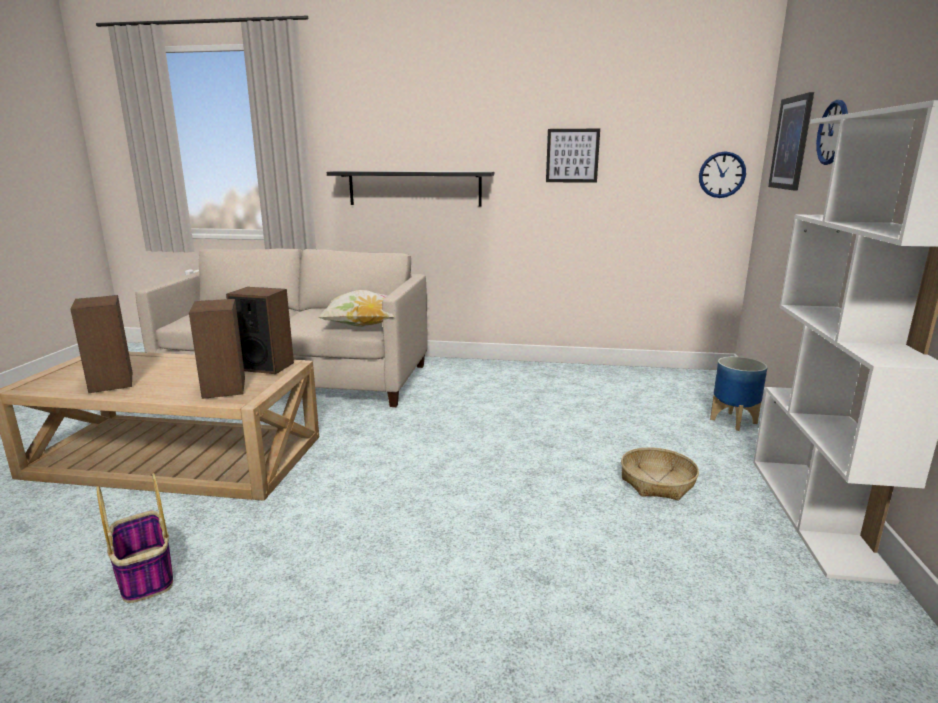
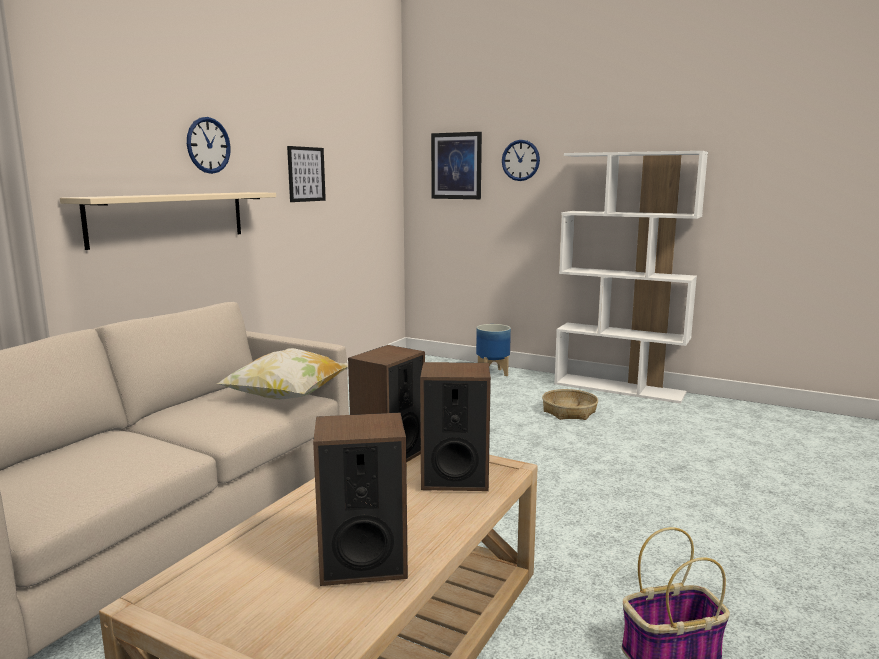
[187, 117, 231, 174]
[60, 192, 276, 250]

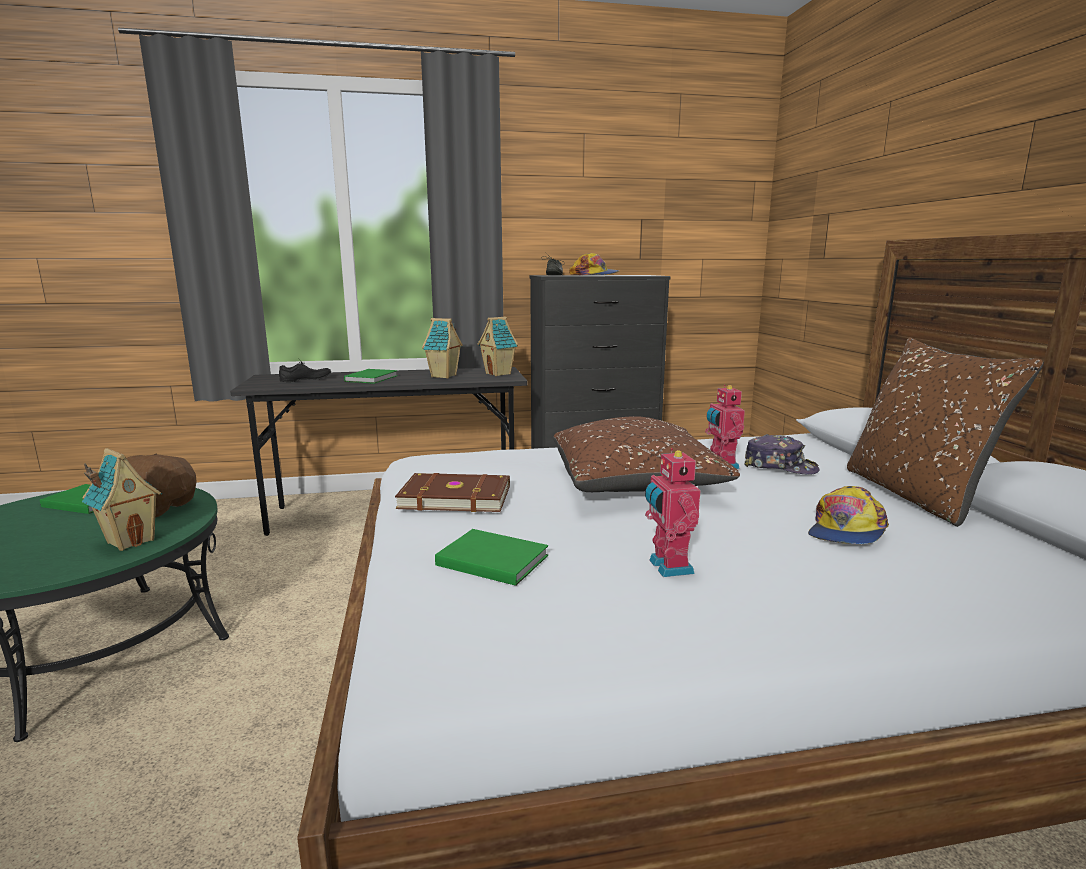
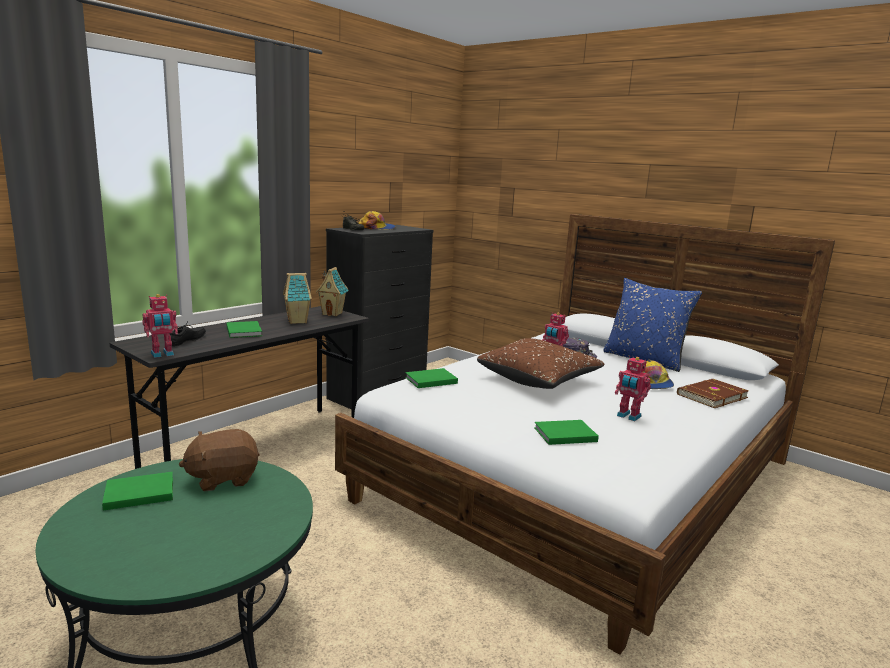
[603, 278, 702, 372]
[82, 448, 162, 551] (first image)
[677, 379, 749, 408]
[142, 294, 178, 358]
[405, 368, 458, 388]

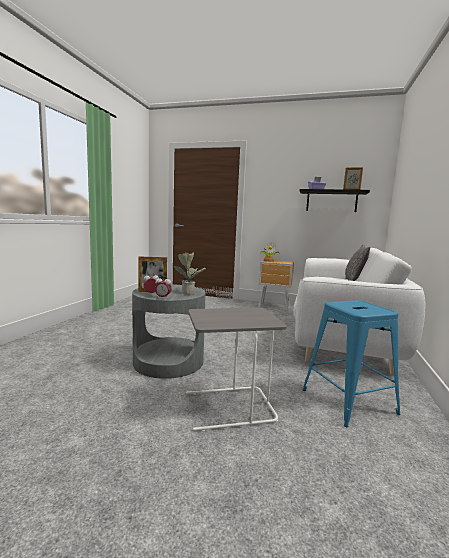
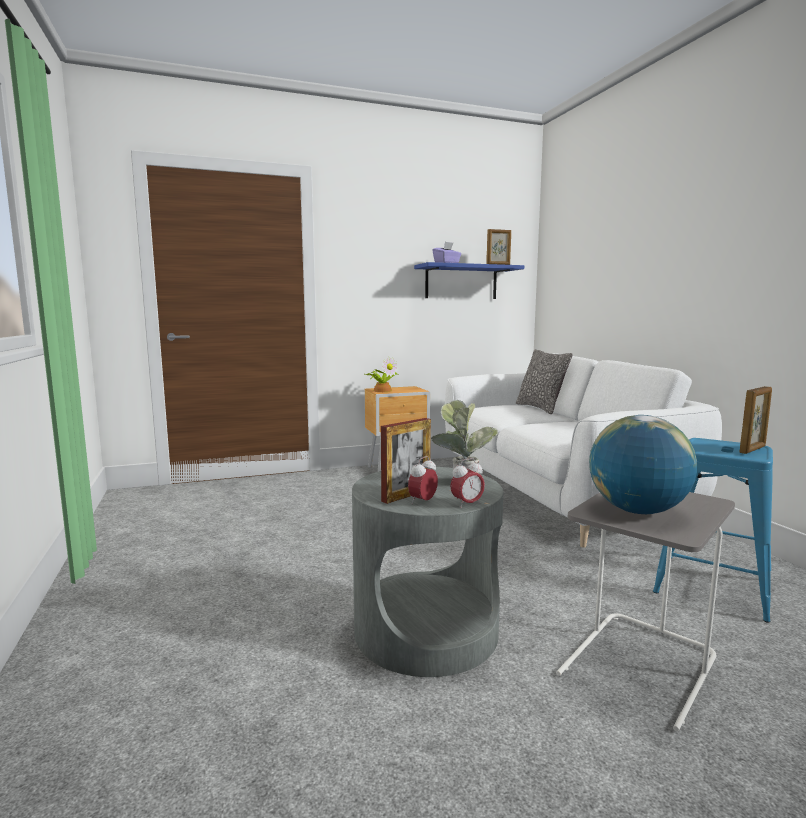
[414, 262, 524, 299]
[739, 386, 772, 454]
[589, 415, 697, 514]

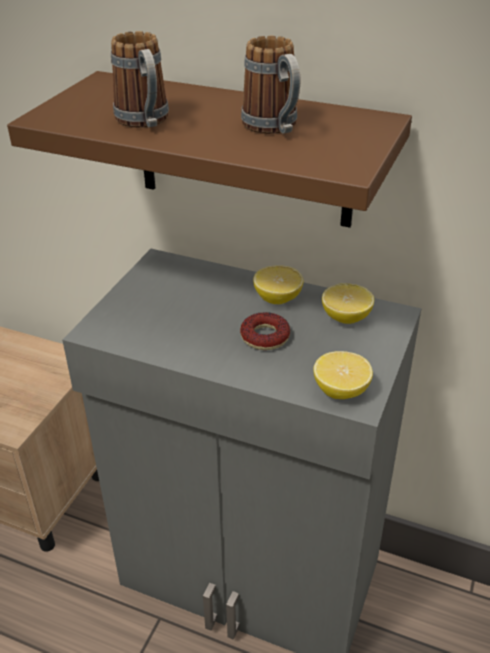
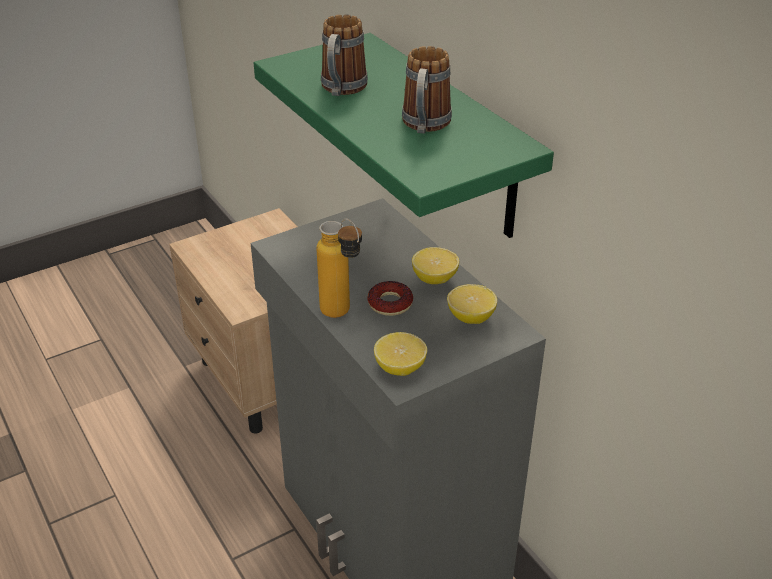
[254, 33, 554, 238]
[316, 218, 362, 318]

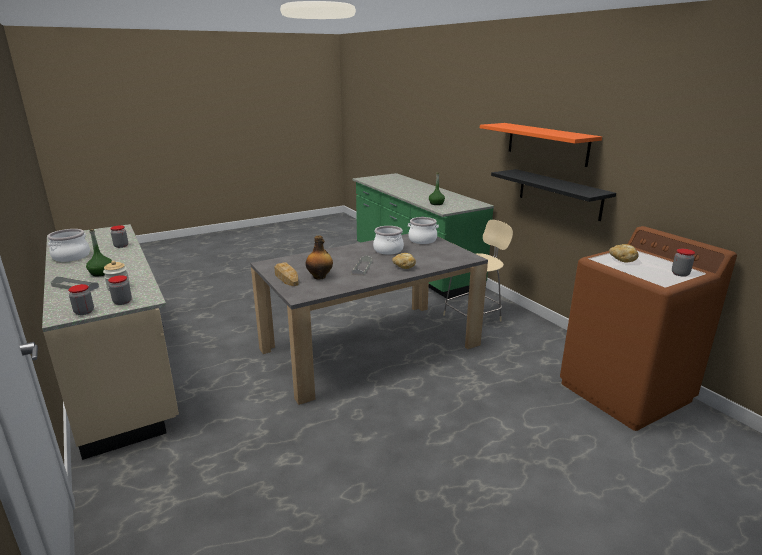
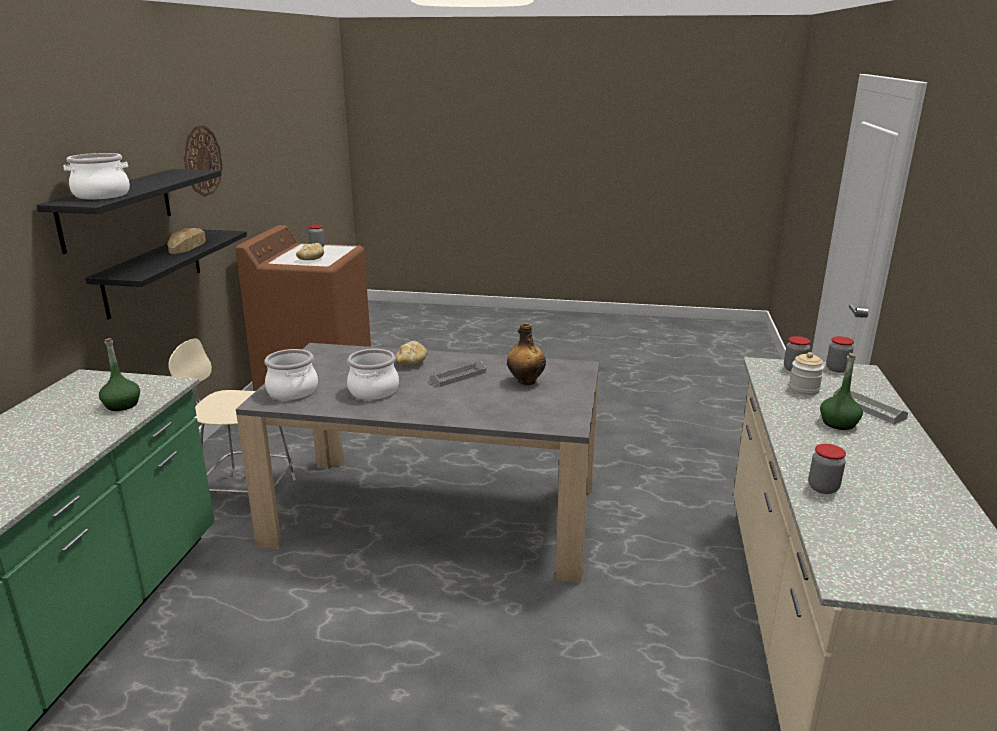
[36, 169, 221, 254]
[63, 153, 130, 199]
[167, 228, 206, 254]
[184, 125, 223, 197]

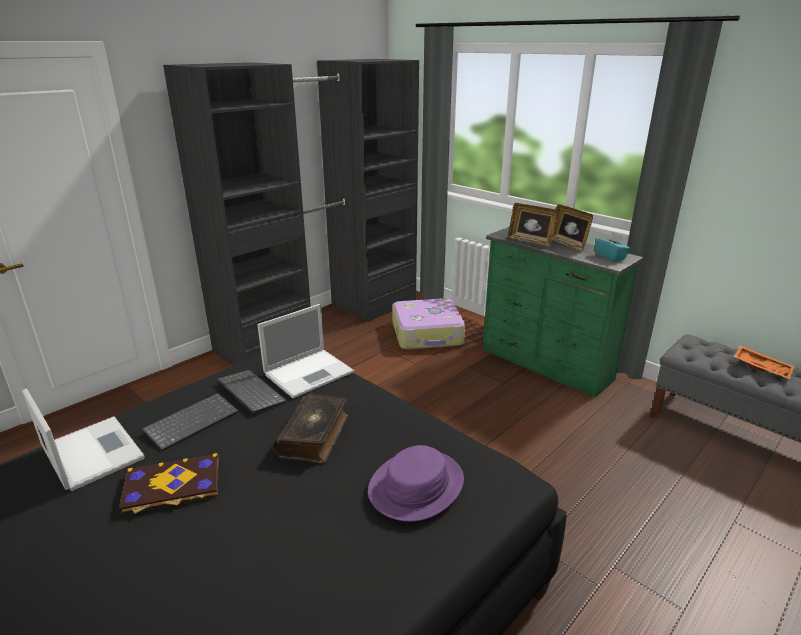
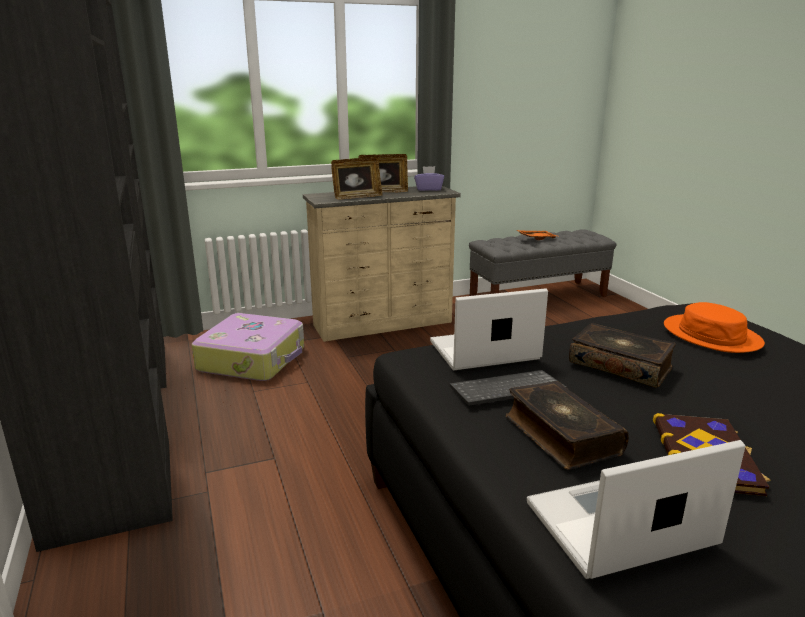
[303, 186, 461, 342]
[414, 166, 444, 191]
[430, 288, 548, 371]
[506, 381, 629, 470]
[664, 302, 765, 353]

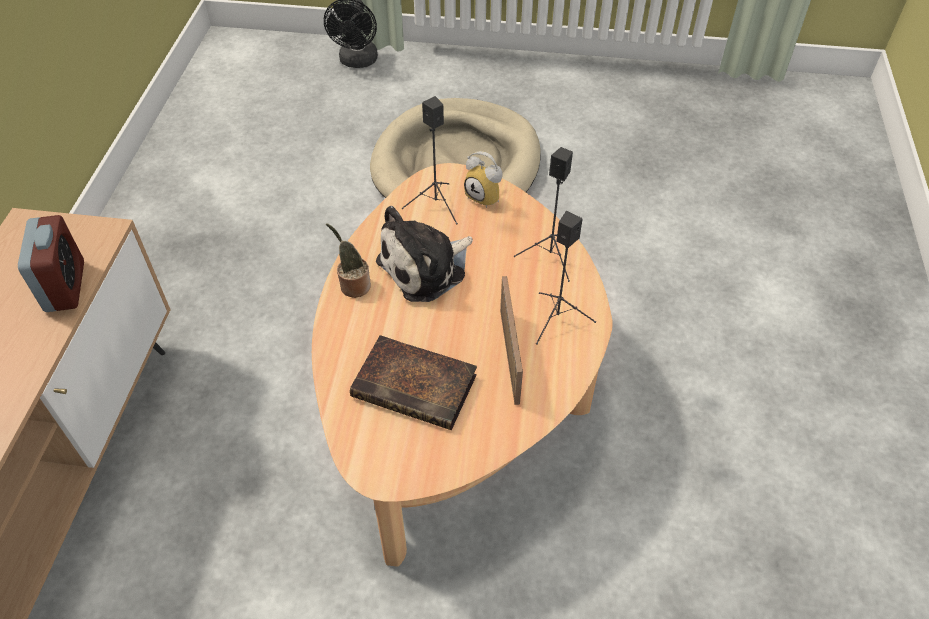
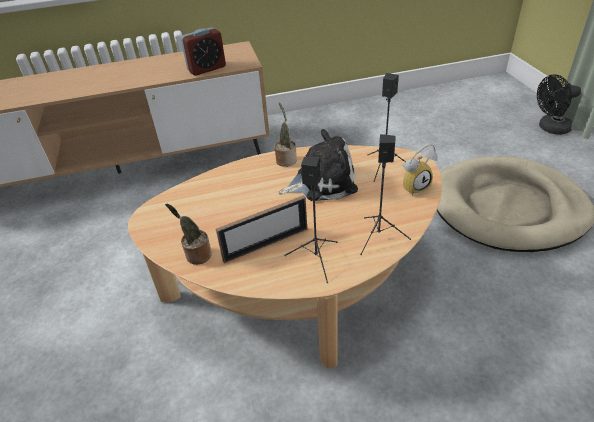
[401, 143, 438, 196]
[279, 129, 358, 201]
[350, 335, 477, 430] (first image)
[165, 203, 212, 265]

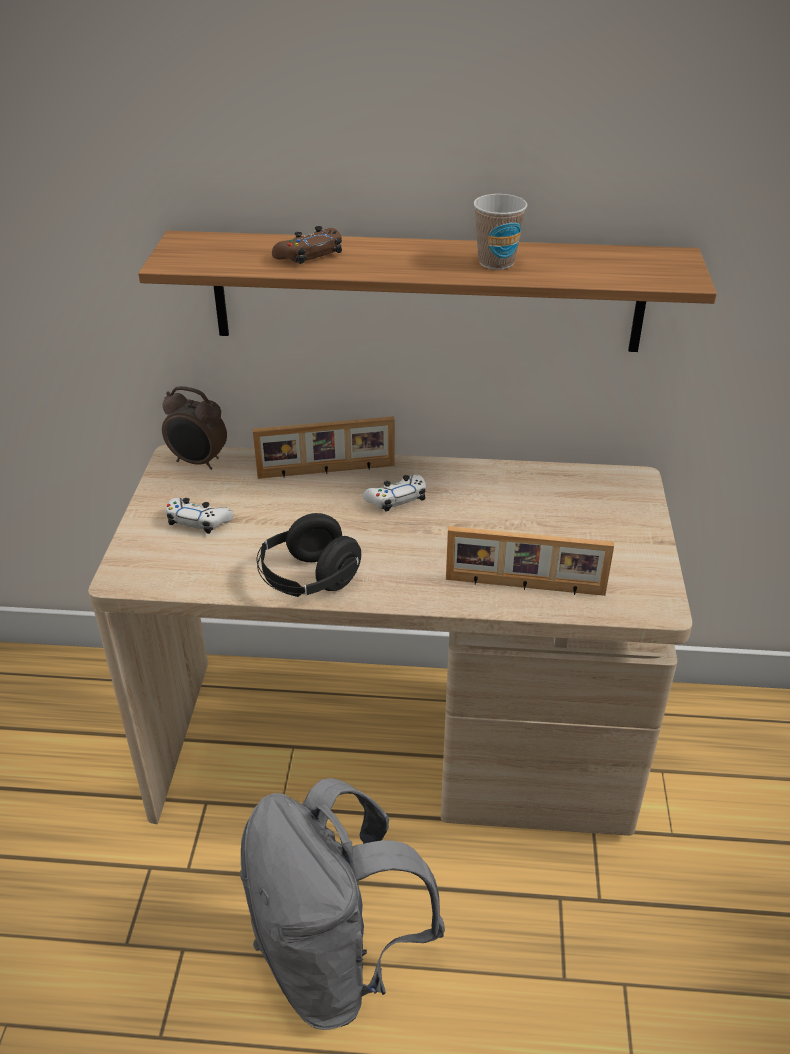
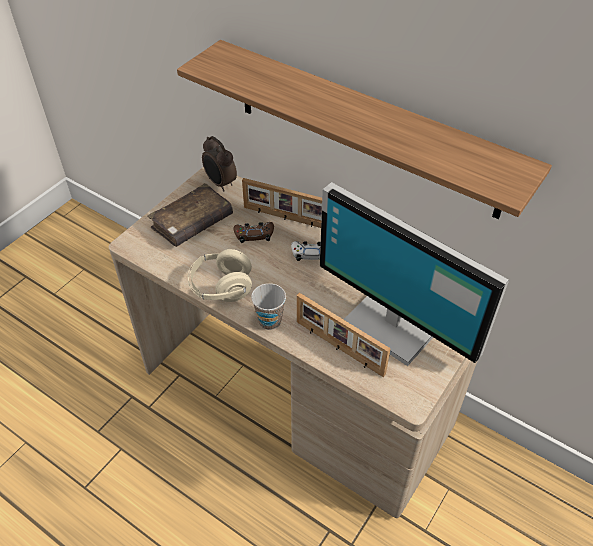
[251, 283, 286, 330]
[233, 222, 274, 243]
[147, 183, 233, 247]
[188, 249, 252, 302]
[240, 778, 445, 1030] (first image)
[320, 182, 509, 366]

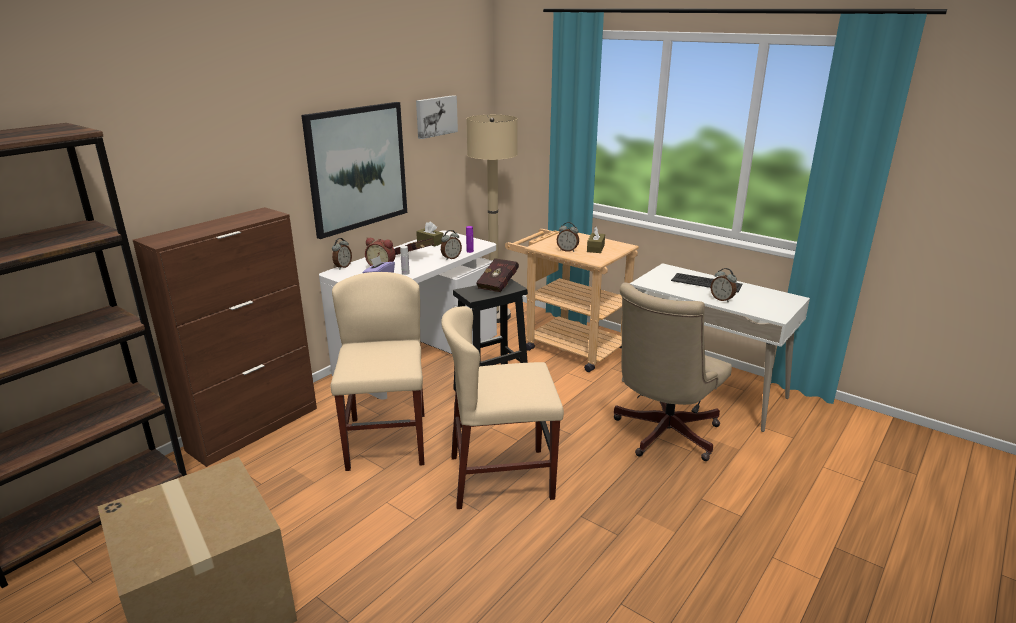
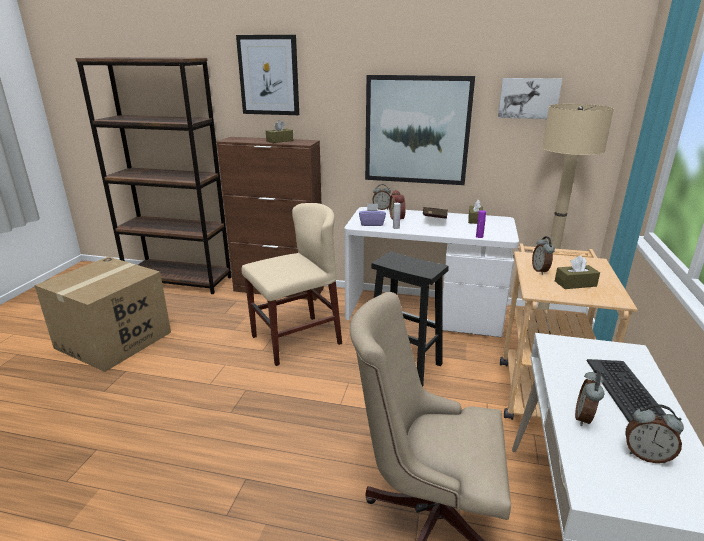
[625, 404, 684, 463]
[476, 258, 519, 292] (first image)
[441, 306, 564, 509] (first image)
[236, 35, 299, 115]
[266, 120, 293, 143]

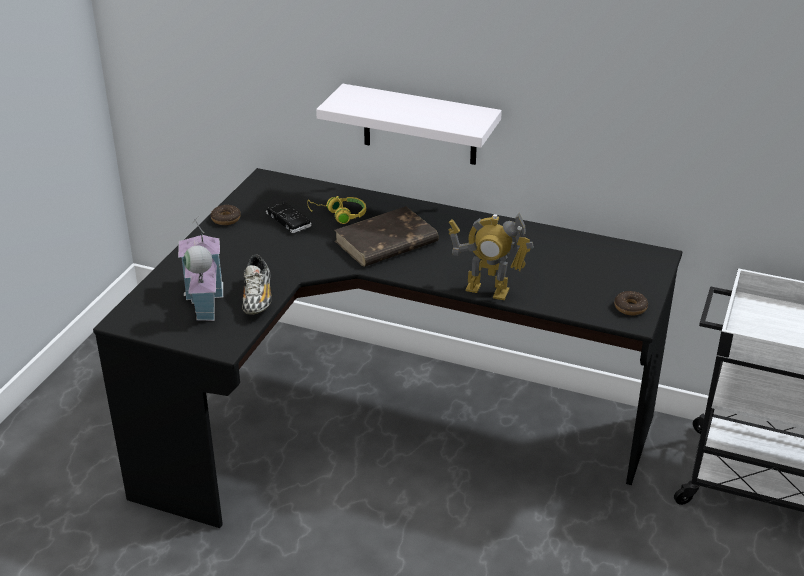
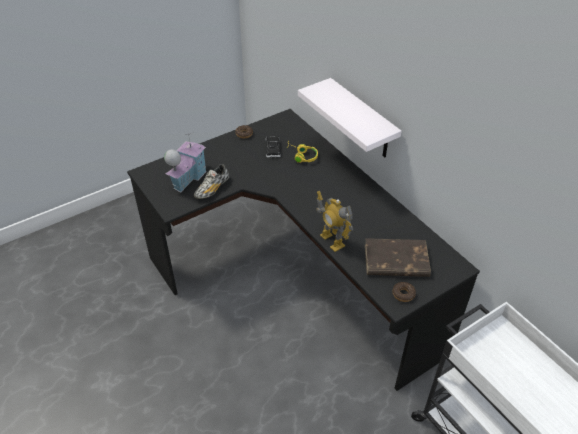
[365, 238, 431, 277]

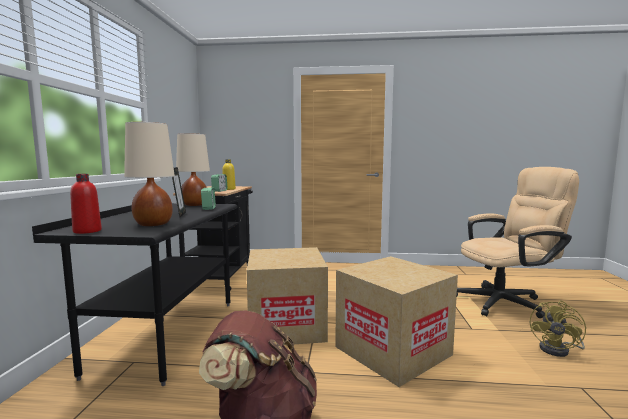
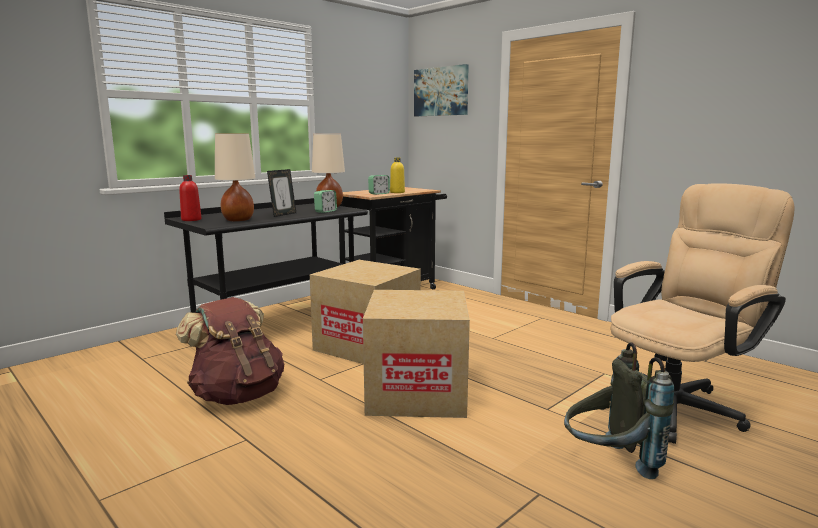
[600, 183, 794, 444]
[564, 342, 674, 479]
[414, 64, 469, 116]

